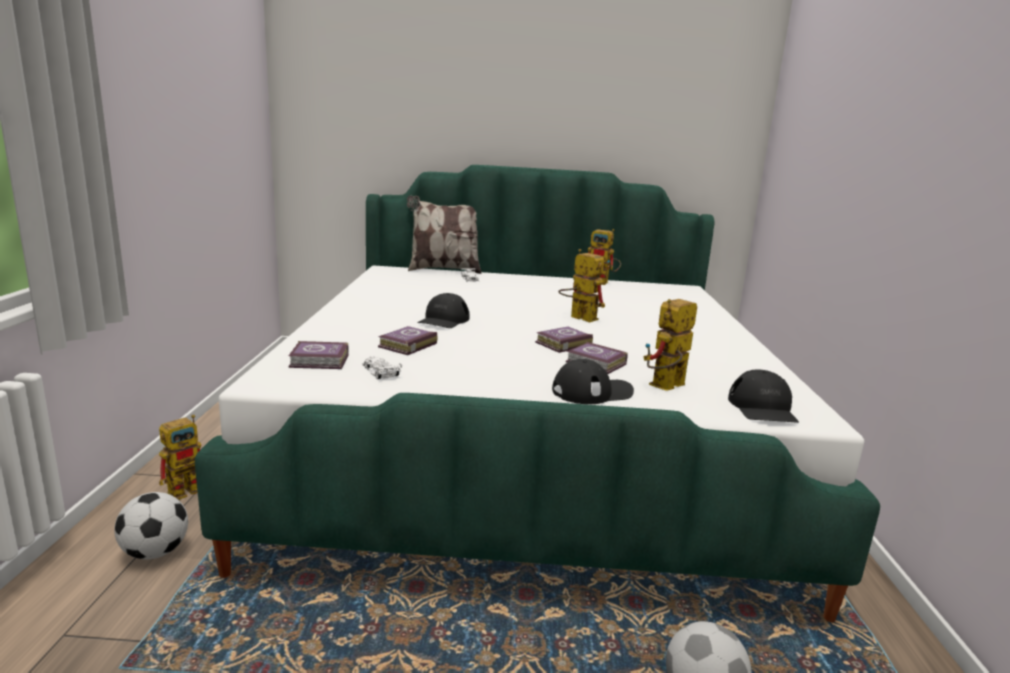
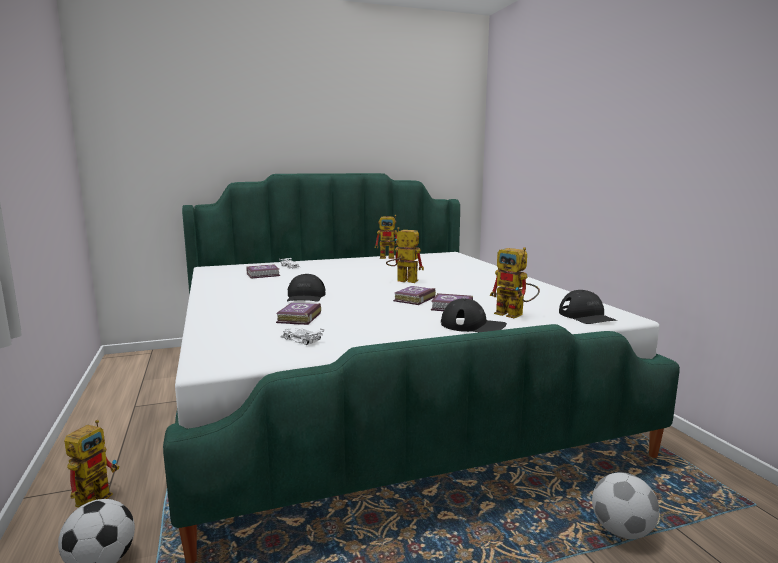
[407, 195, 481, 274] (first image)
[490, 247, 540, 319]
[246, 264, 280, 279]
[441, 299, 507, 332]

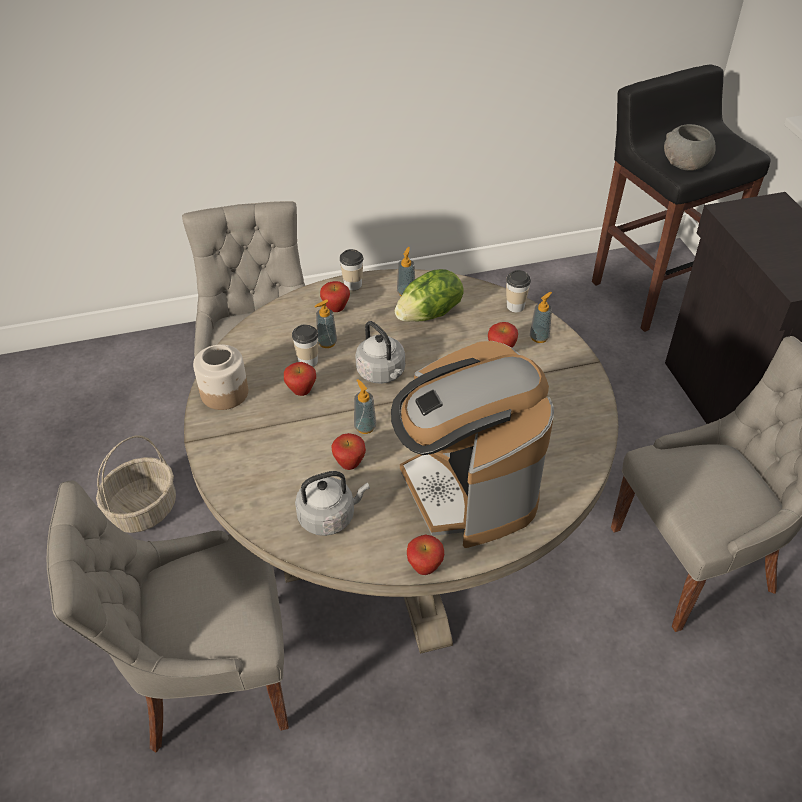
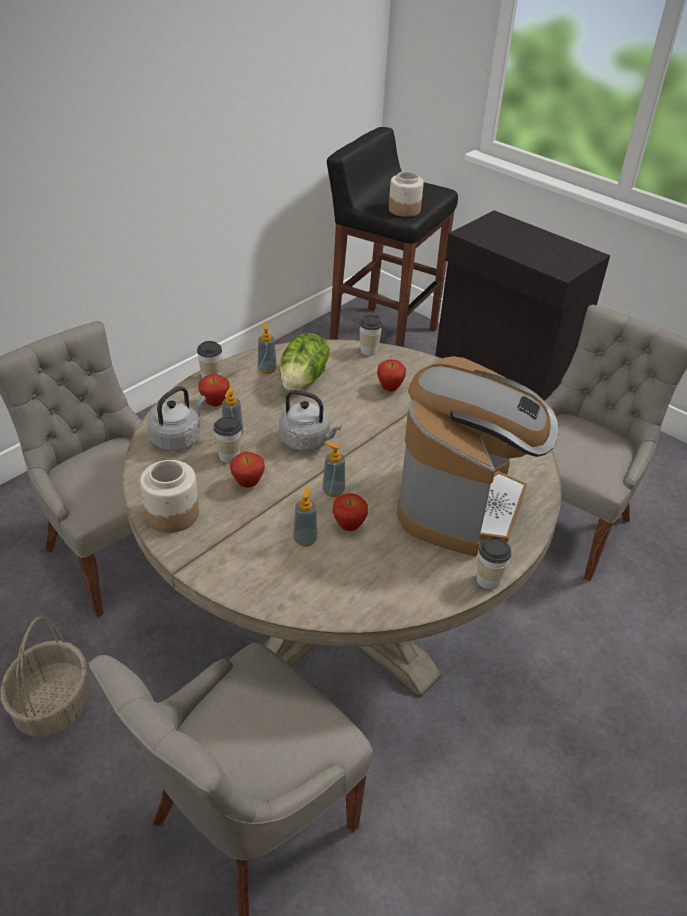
[389, 172, 424, 217]
[293, 485, 317, 547]
[397, 356, 559, 556]
[147, 386, 206, 451]
[477, 537, 512, 590]

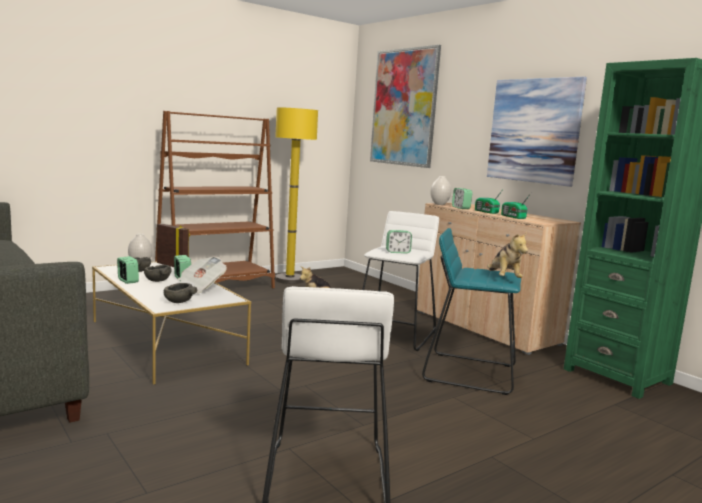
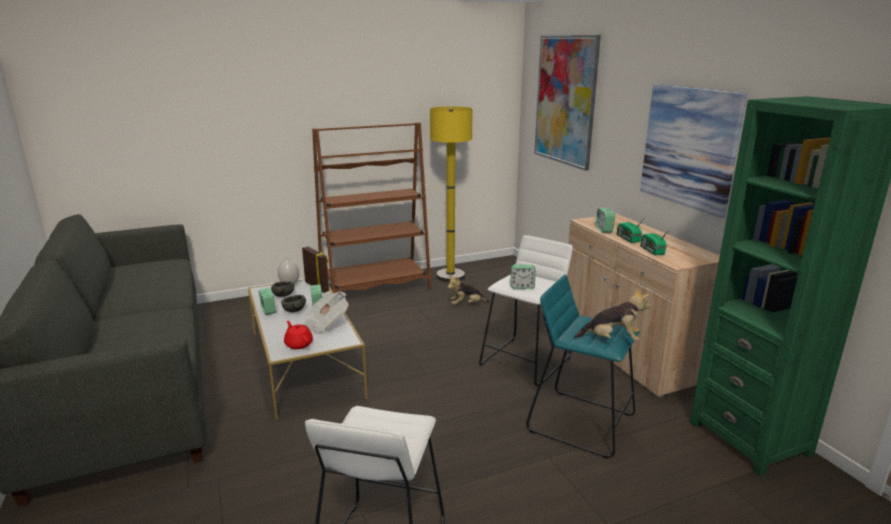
[430, 176, 451, 205] (first image)
[574, 287, 650, 340]
[284, 321, 313, 349]

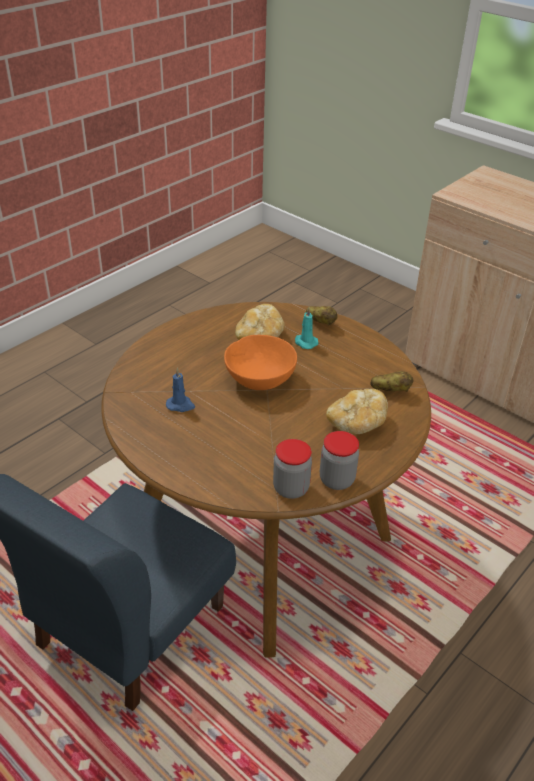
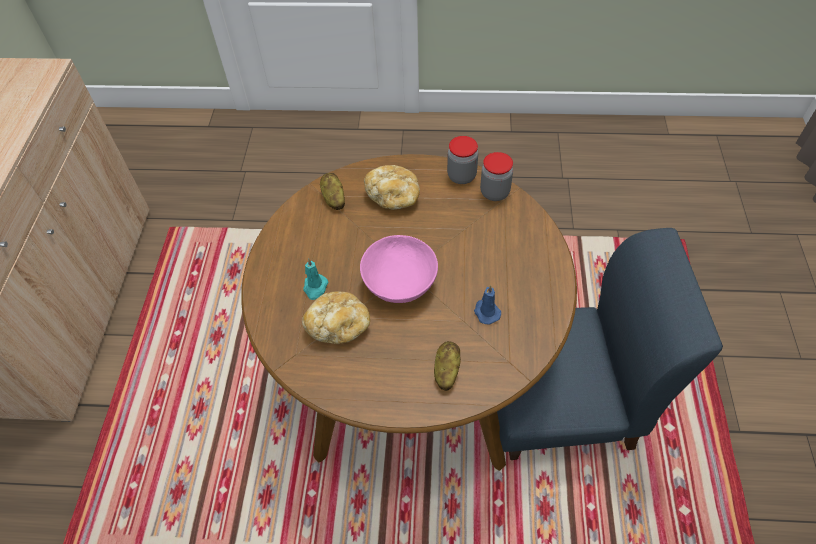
[434, 341, 461, 391]
[360, 235, 438, 303]

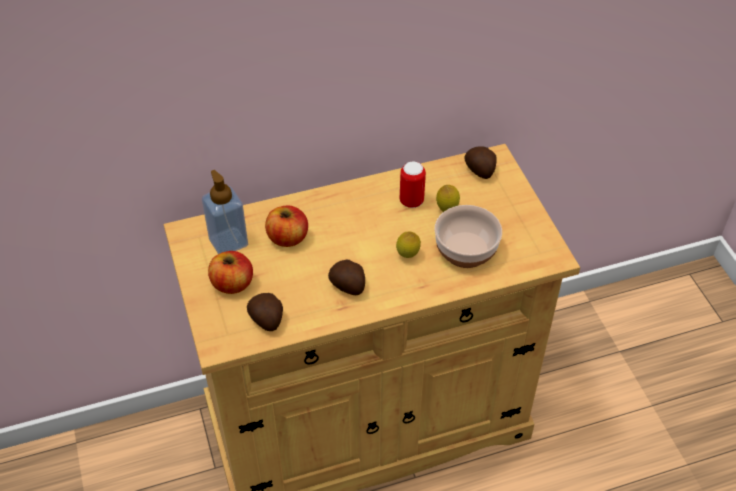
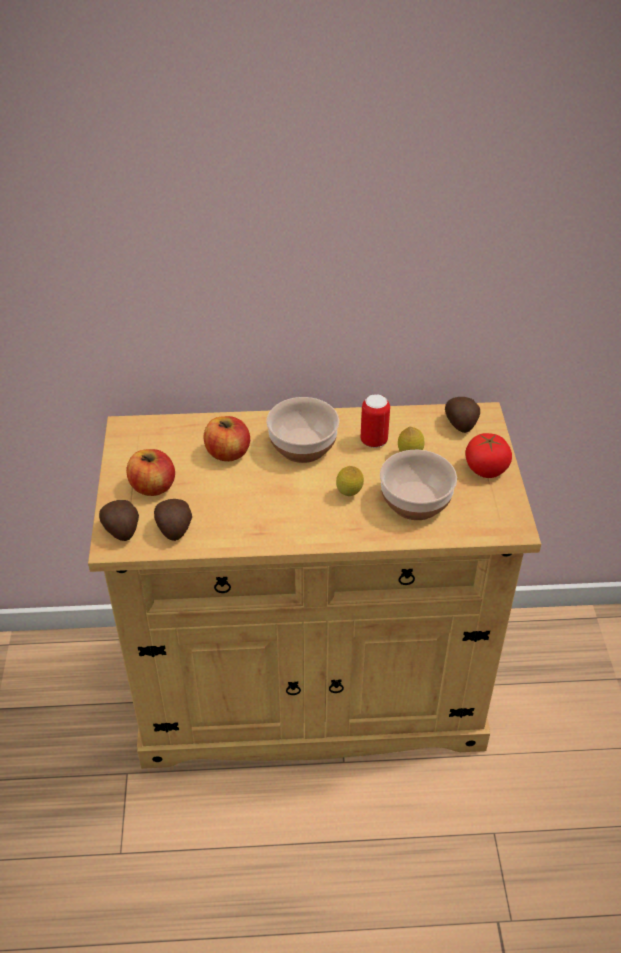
[202, 170, 248, 254] (first image)
[99, 500, 139, 541]
[267, 397, 339, 463]
[465, 433, 512, 478]

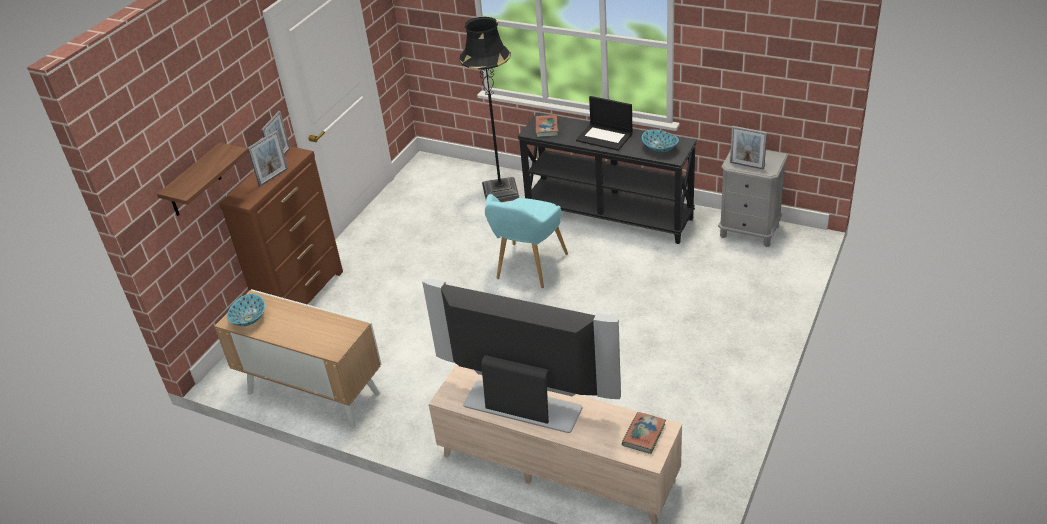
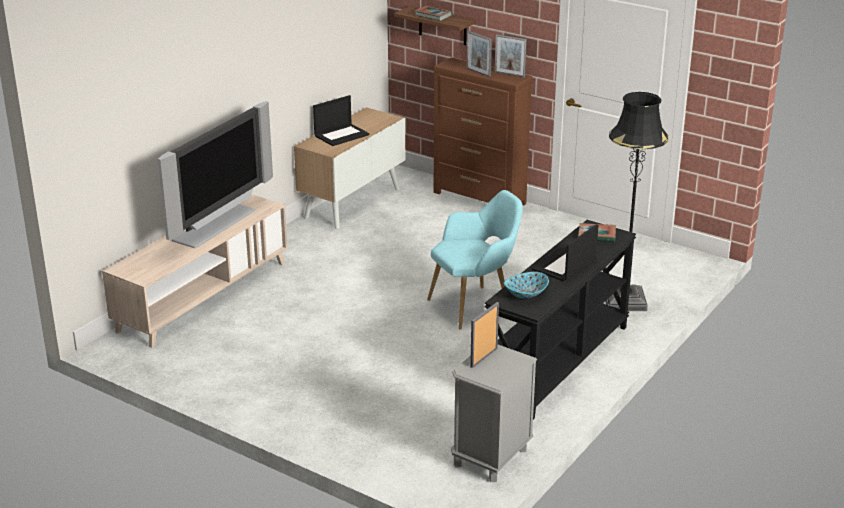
[427, 190, 523, 329]
[227, 294, 265, 326] (first image)
[415, 6, 452, 21]
[313, 95, 370, 146]

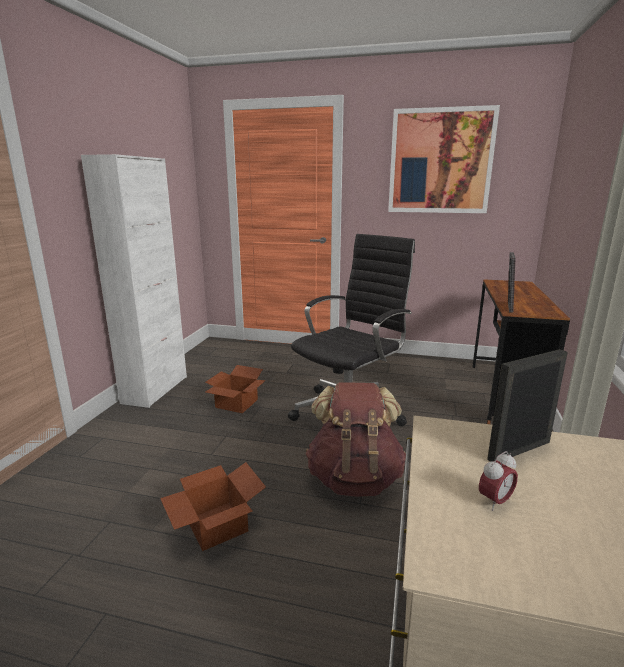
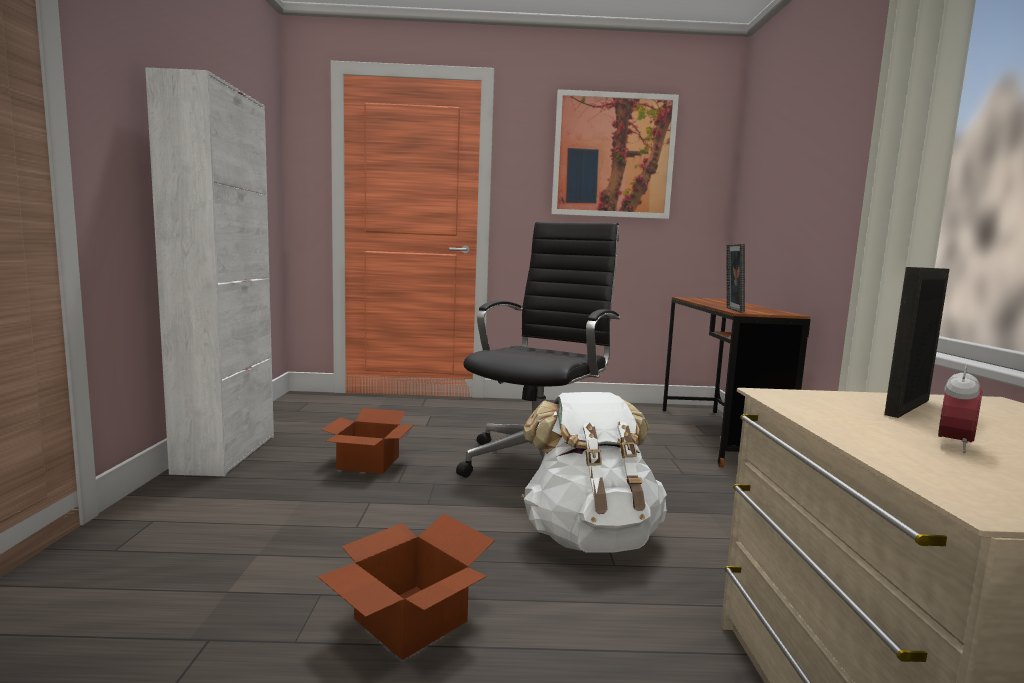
[521, 392, 667, 553]

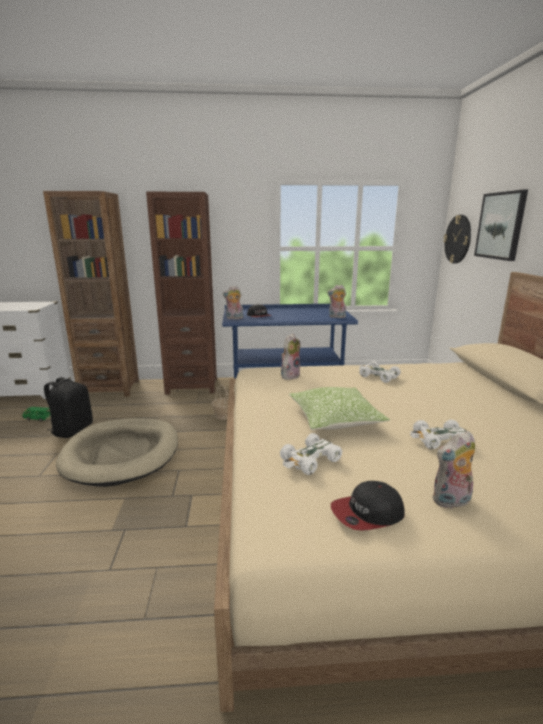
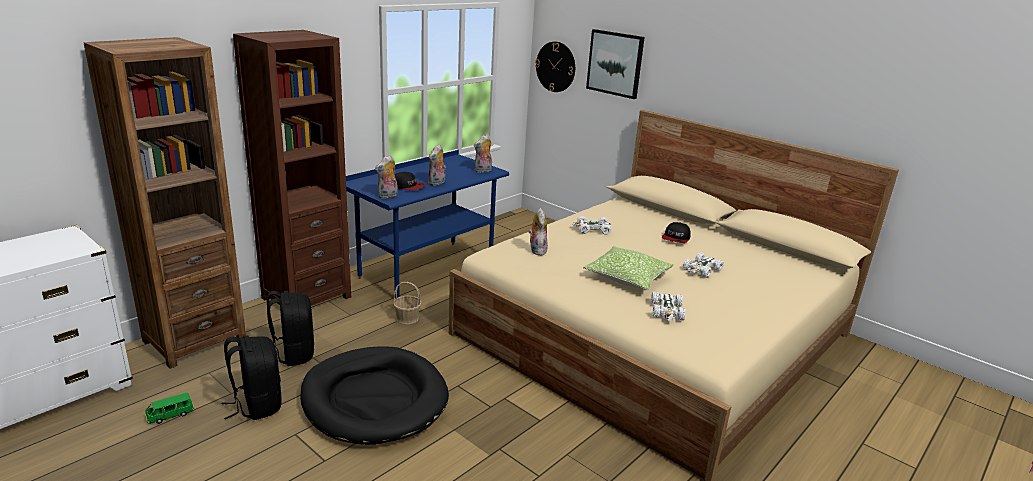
[300, 347, 449, 445]
[429, 144, 446, 186]
[662, 222, 691, 243]
[267, 291, 314, 366]

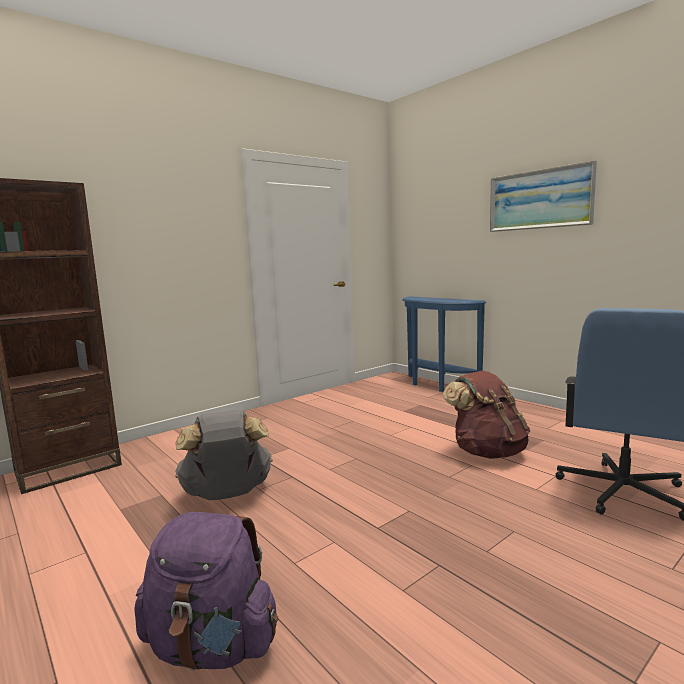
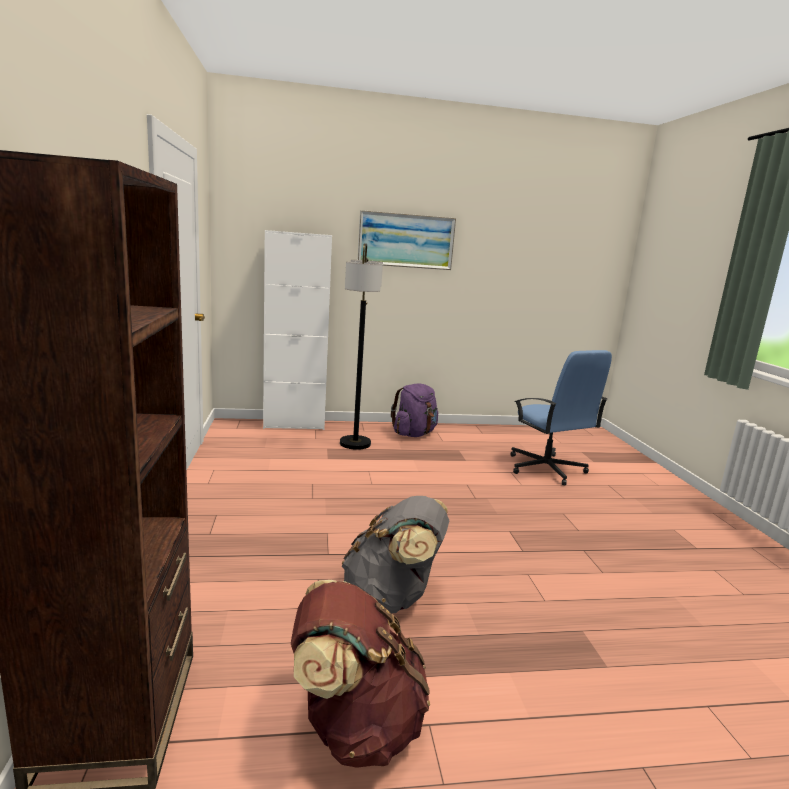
[263, 230, 332, 430]
[291, 580, 430, 768]
[391, 383, 438, 437]
[340, 243, 383, 450]

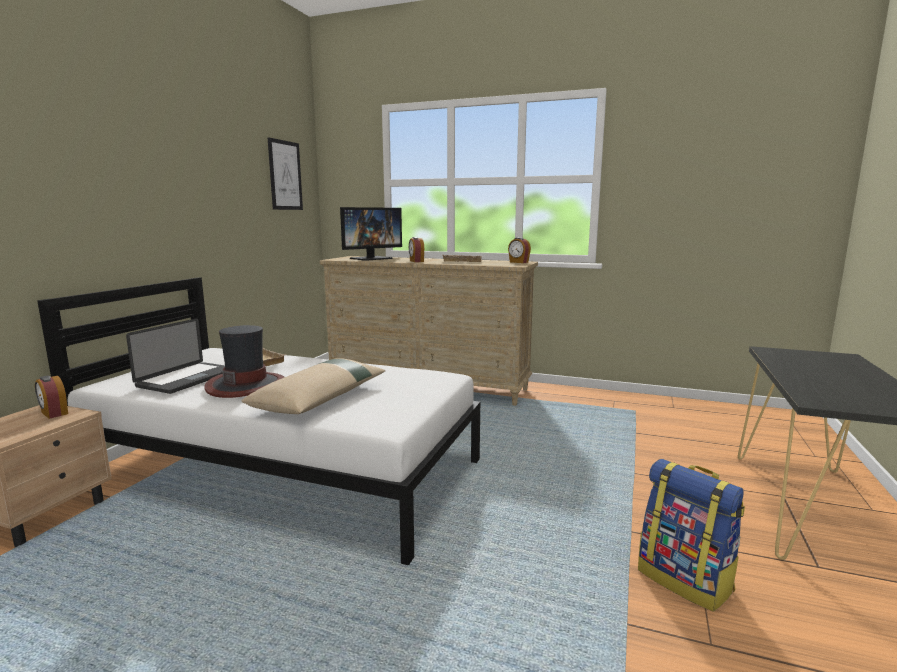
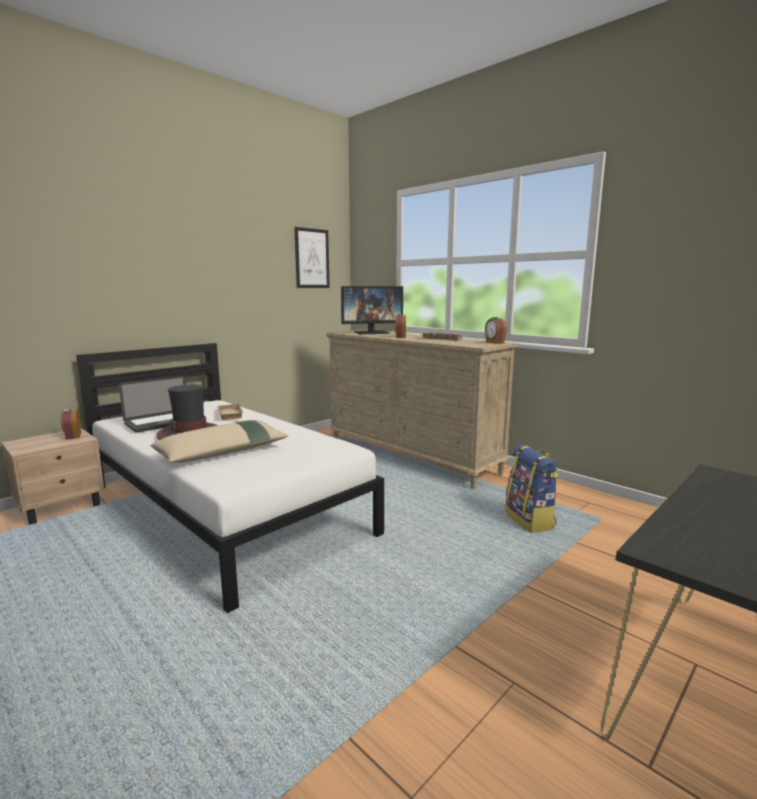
[505, 444, 559, 533]

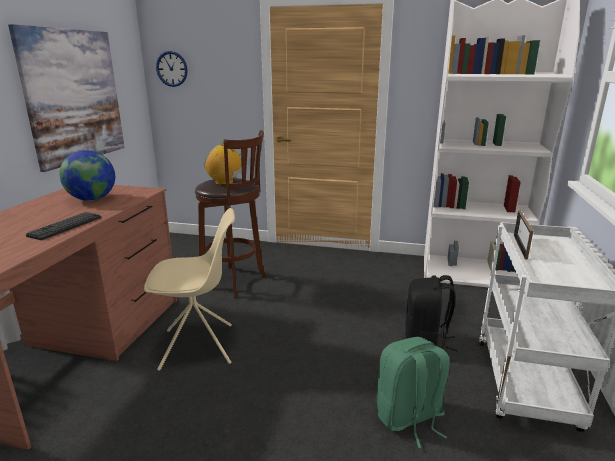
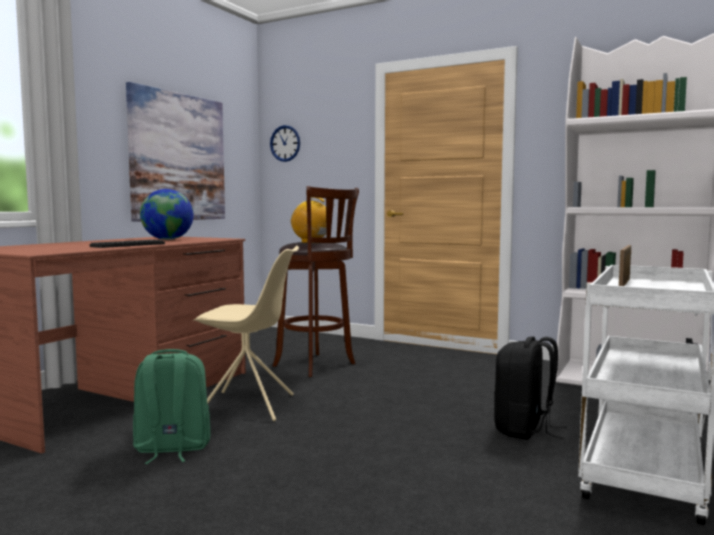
[133, 349, 211, 464]

